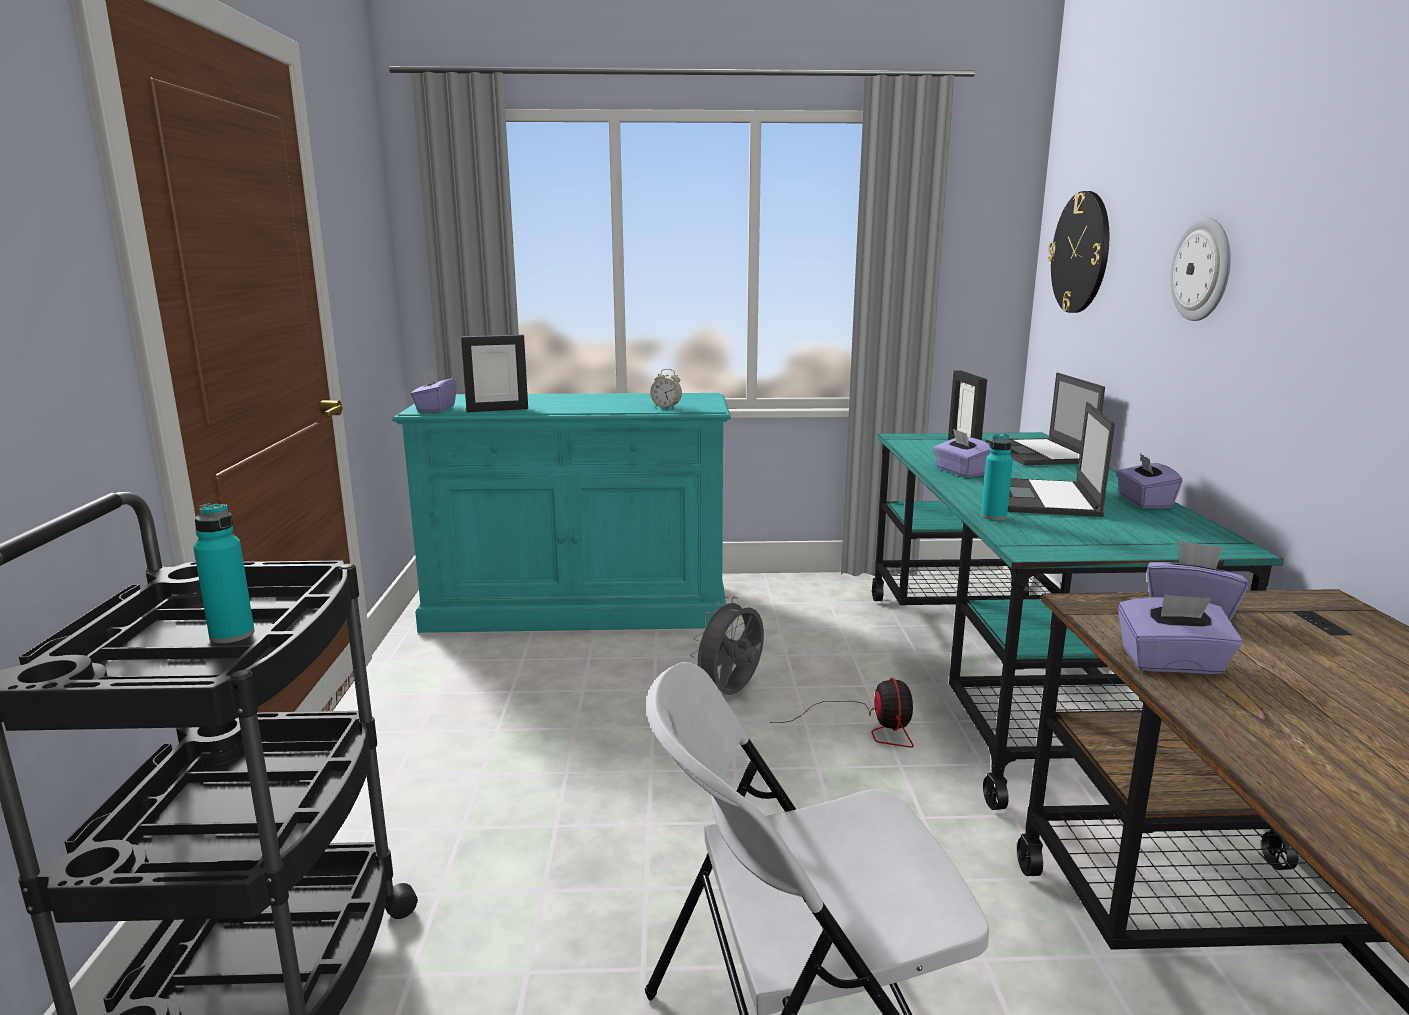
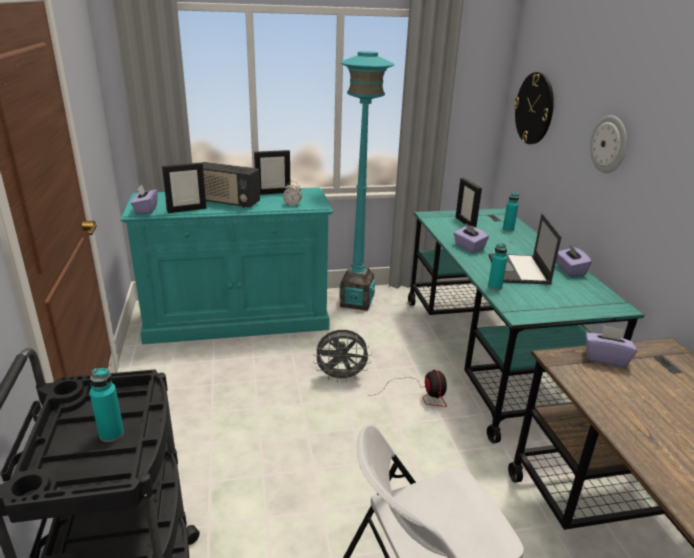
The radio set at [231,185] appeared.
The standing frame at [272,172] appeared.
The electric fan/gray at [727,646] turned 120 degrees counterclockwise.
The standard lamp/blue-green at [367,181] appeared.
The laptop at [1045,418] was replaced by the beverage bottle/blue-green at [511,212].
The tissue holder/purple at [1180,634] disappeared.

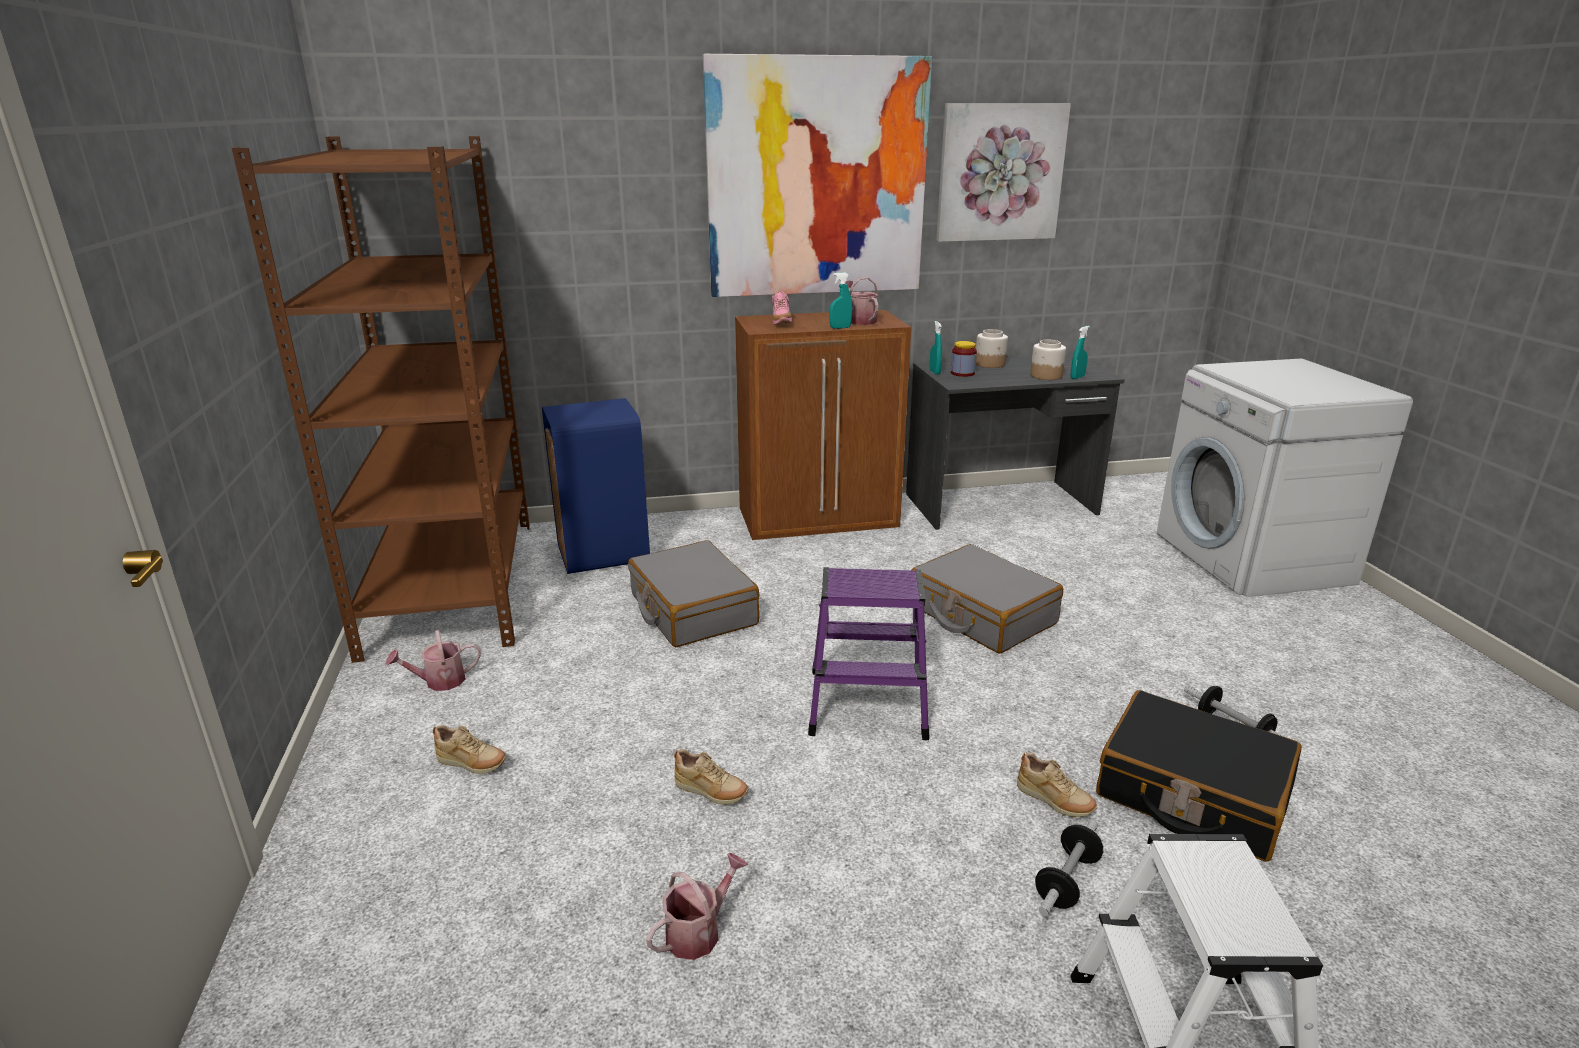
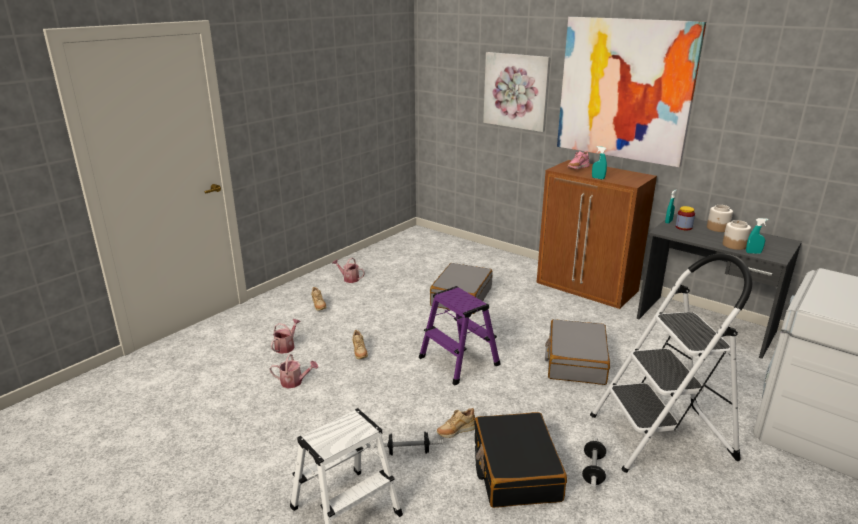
The watering can moved from [862,301] to [286,336].
The shoe/sand-coloured at [1057,784] turned 60 degrees clockwise.
The picture moved from [1003,172] to [517,92].
The step stool at [671,363] appeared.
The bookshelf/brownish at [381,399] disappeared.
The rubbish bin/blue-coloured at [596,486] disappeared.

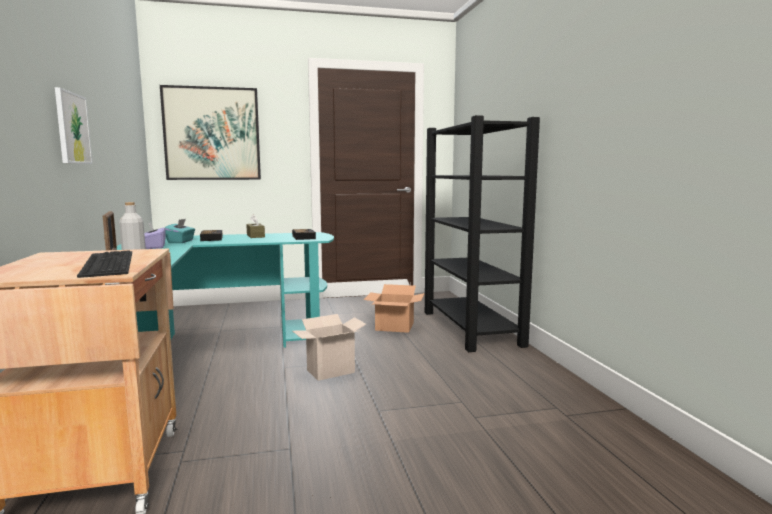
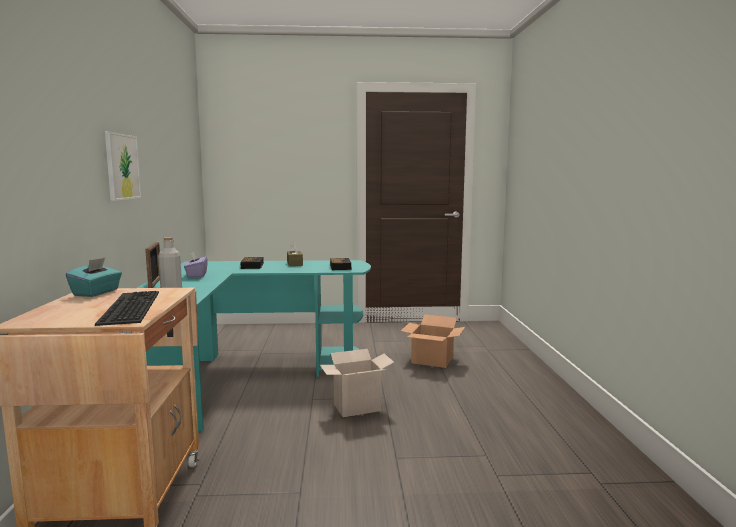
The tissue holder/blue-green moved from [180,231] to [94,277].
The picture at [210,132] disappeared.
The bookshelf/black-coloured at [482,233] disappeared.

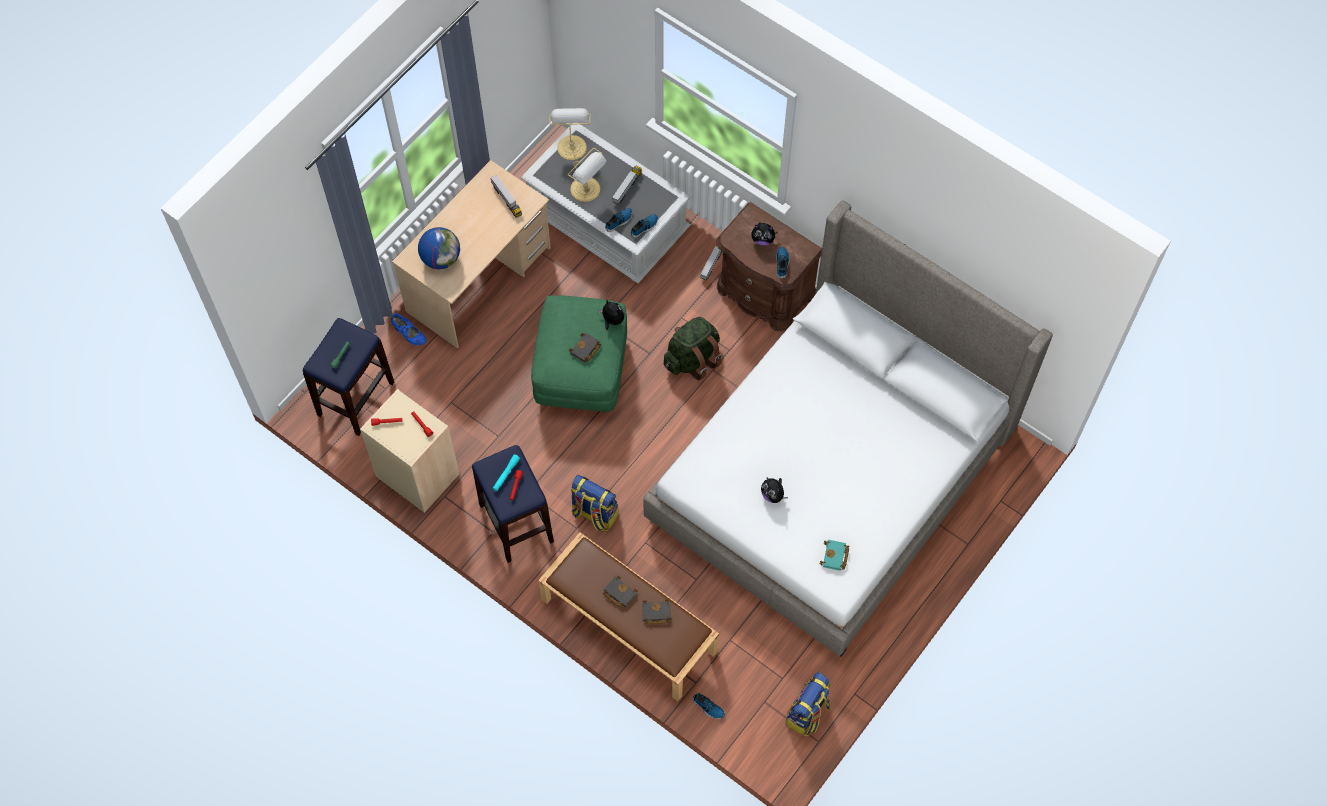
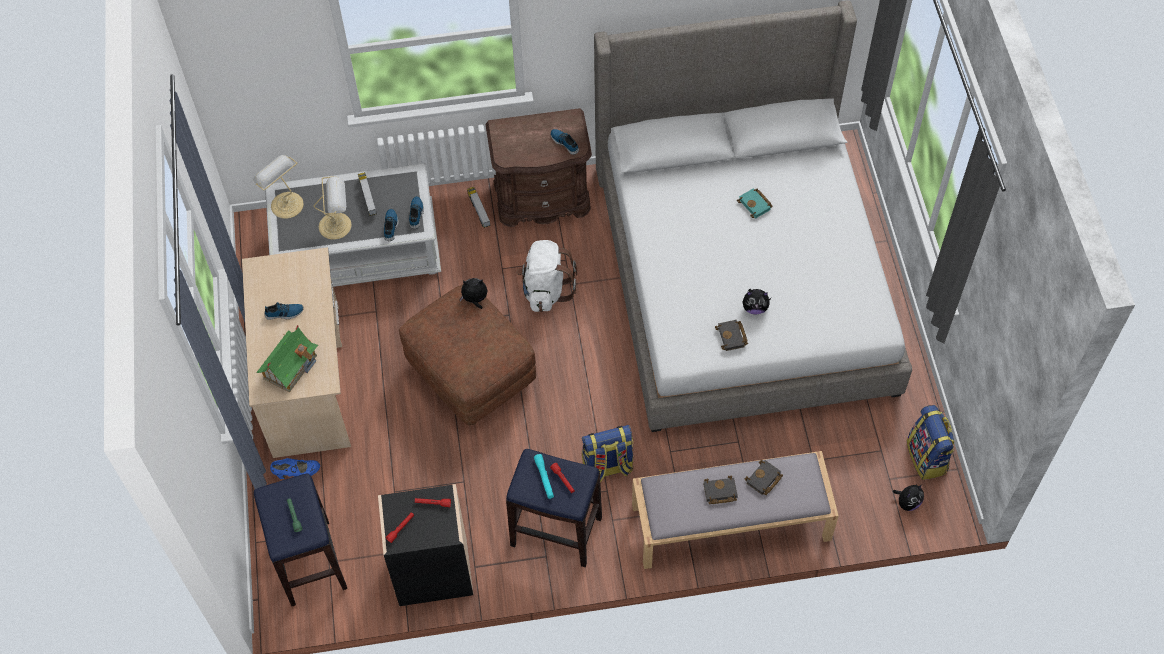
The world globe at [439,248] was replaced by the miniature house at [287,359].
The shoe moved from [709,706] to [284,311].
The bookshelf/sand-coloured at [410,451] became the bookshelf/black-coloured at [425,545].
The ottoman/green at [579,353] became the ottoman/brownish at [467,354].
The knapsack/green at [693,348] became the knapsack/white-coloured at [546,276].
The bench/brownish at [628,616] became the bench/gray at [735,510].
The bound book/black-coloured moved from [585,347] to [731,335].
The bound book/blue-green moved from [834,555] to [755,203].
The plush toy moved from [764,234] to [908,497].
The toy truck at [506,196] disappeared.

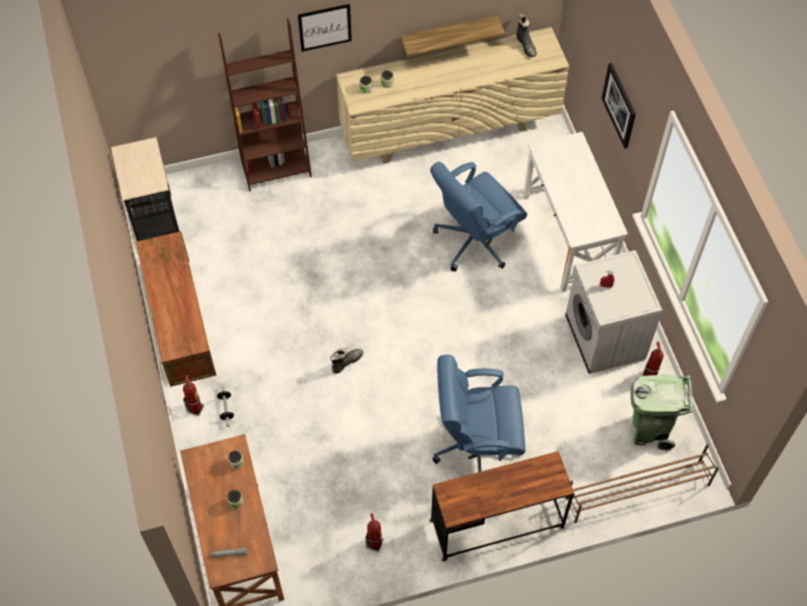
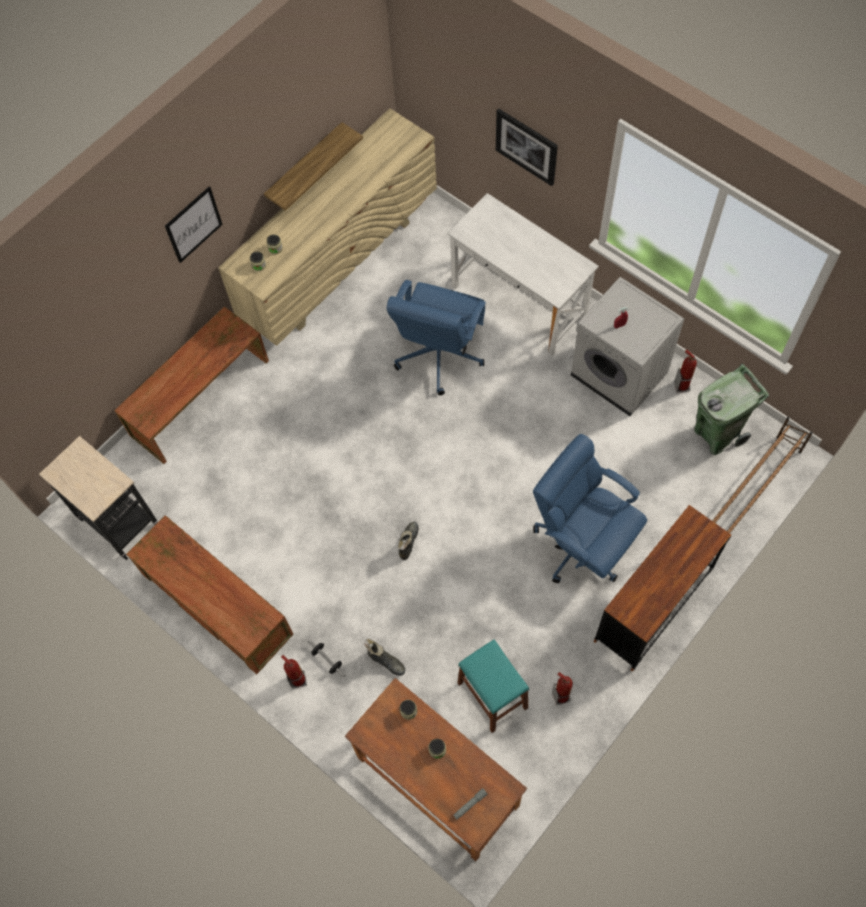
The bookshelf/brownish at [265,104] was replaced by the bench/brownish at [191,385].
The tall boot/black-coloured moved from [526,35] to [384,657].
The stool seat/blue-green at [493,686] appeared.
The computer chair/blue-coloured at [479,413] turned 75 degrees clockwise.

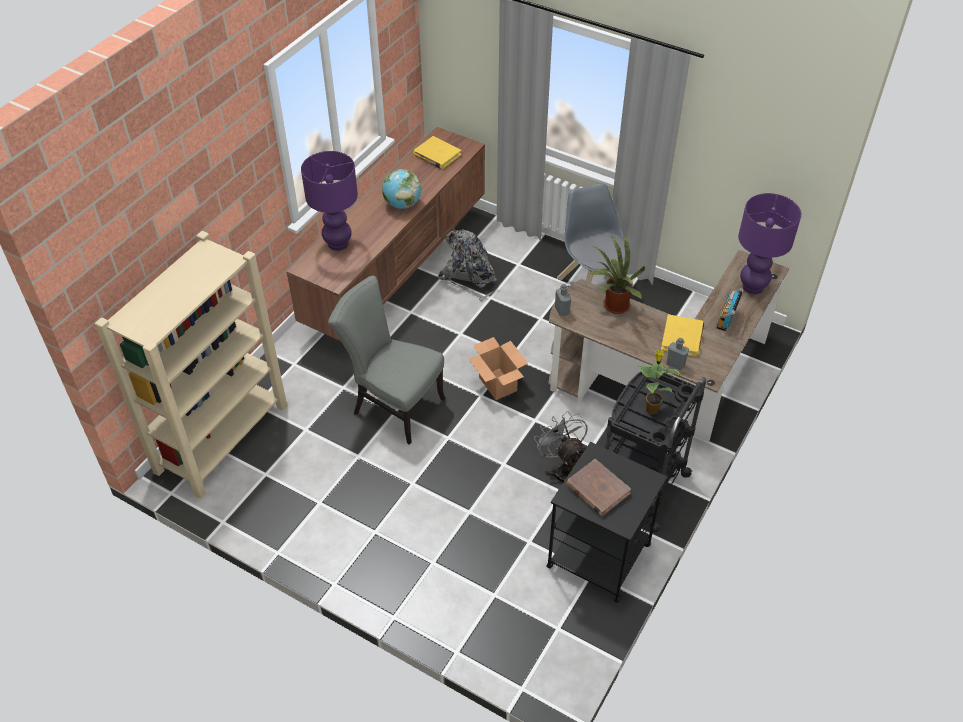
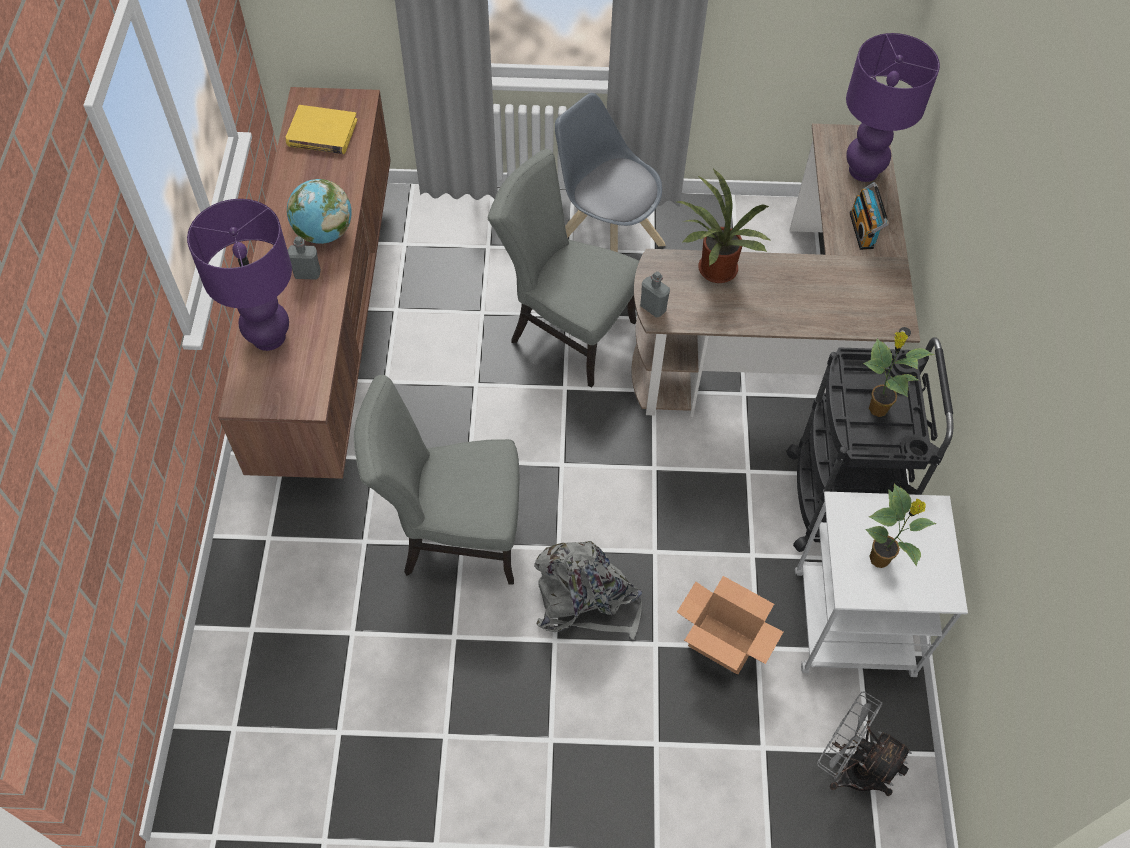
The beverage bottle/gray moved from [677,354] to [304,258].
The chair/gray at [563,268] appeared.
The knapsack/gray moved from [467,265] to [588,590].
The cardboard box moved from [498,368] to [730,625].
The cart/black-coloured at [606,522] became the cart/white-coloured at [881,584].
The electric fan/gray moved from [561,446] to [864,743].
The bound book/brownish at [598,487] was replaced by the potted plant at [900,526].
The bookshelf/sand-coloured at [191,365] disappeared.
The bound book/yellow-coloured at [682,335] disappeared.

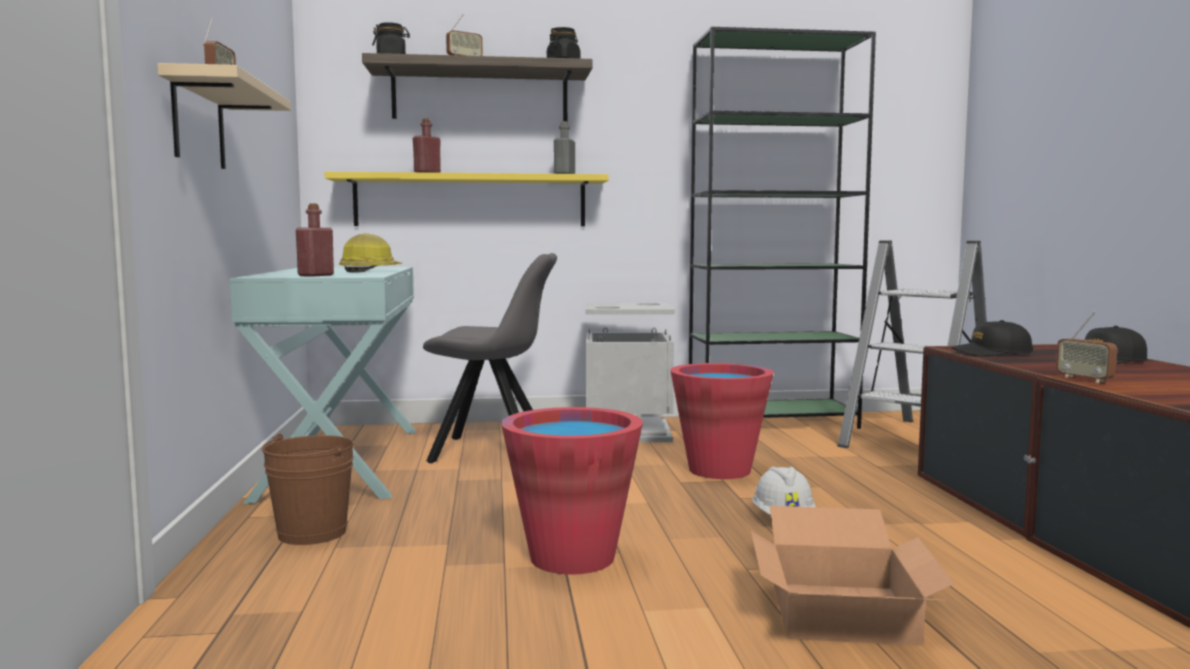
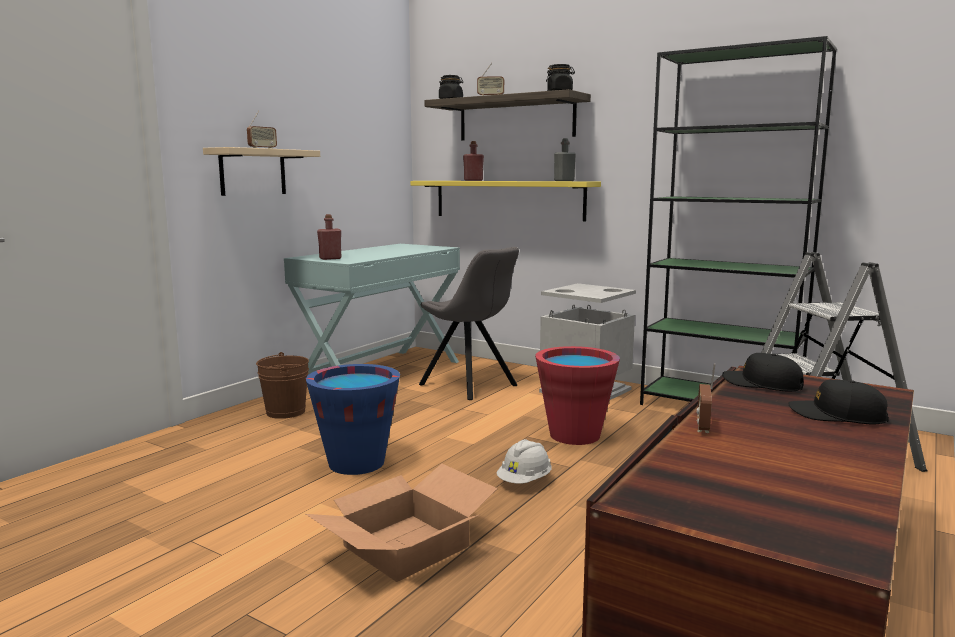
The pail/reddish at [572,491] became the pail/blue-coloured at [353,419].
The work helmet at [370,253] disappeared.

